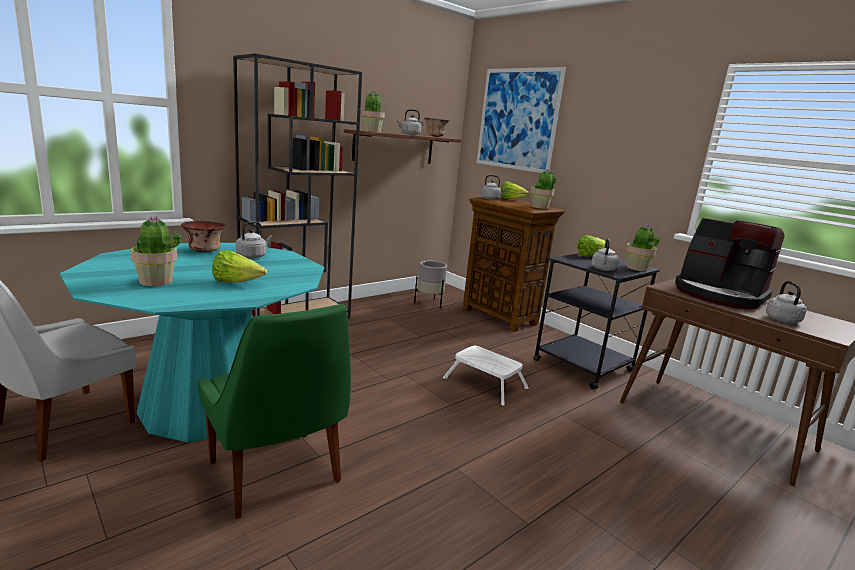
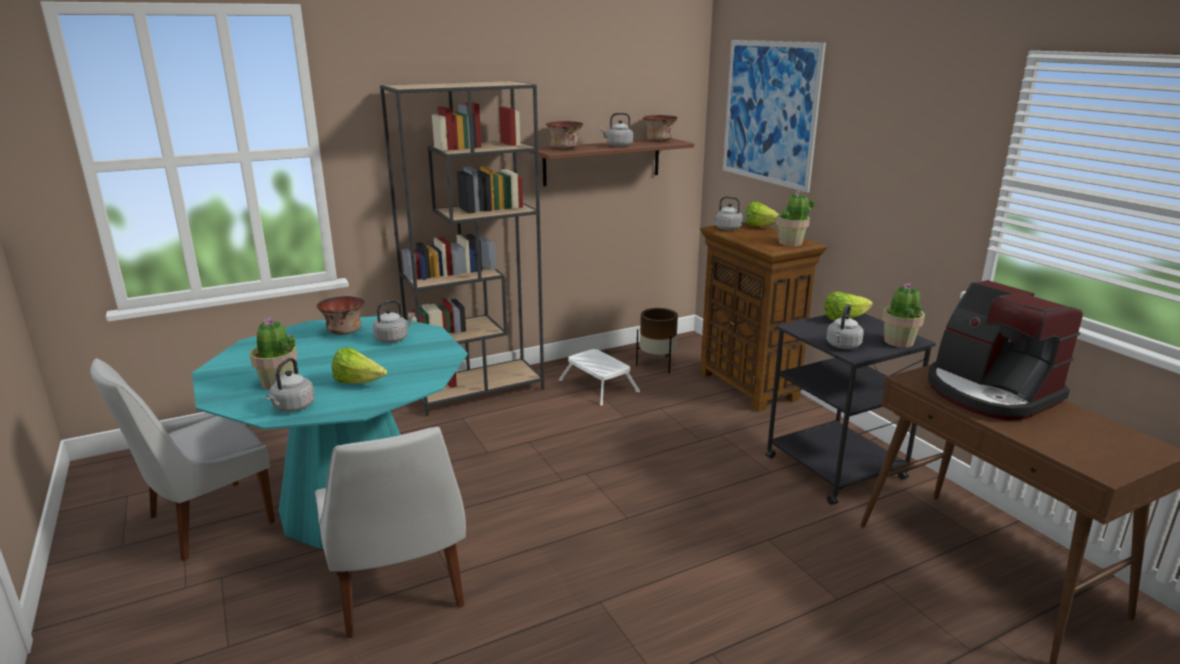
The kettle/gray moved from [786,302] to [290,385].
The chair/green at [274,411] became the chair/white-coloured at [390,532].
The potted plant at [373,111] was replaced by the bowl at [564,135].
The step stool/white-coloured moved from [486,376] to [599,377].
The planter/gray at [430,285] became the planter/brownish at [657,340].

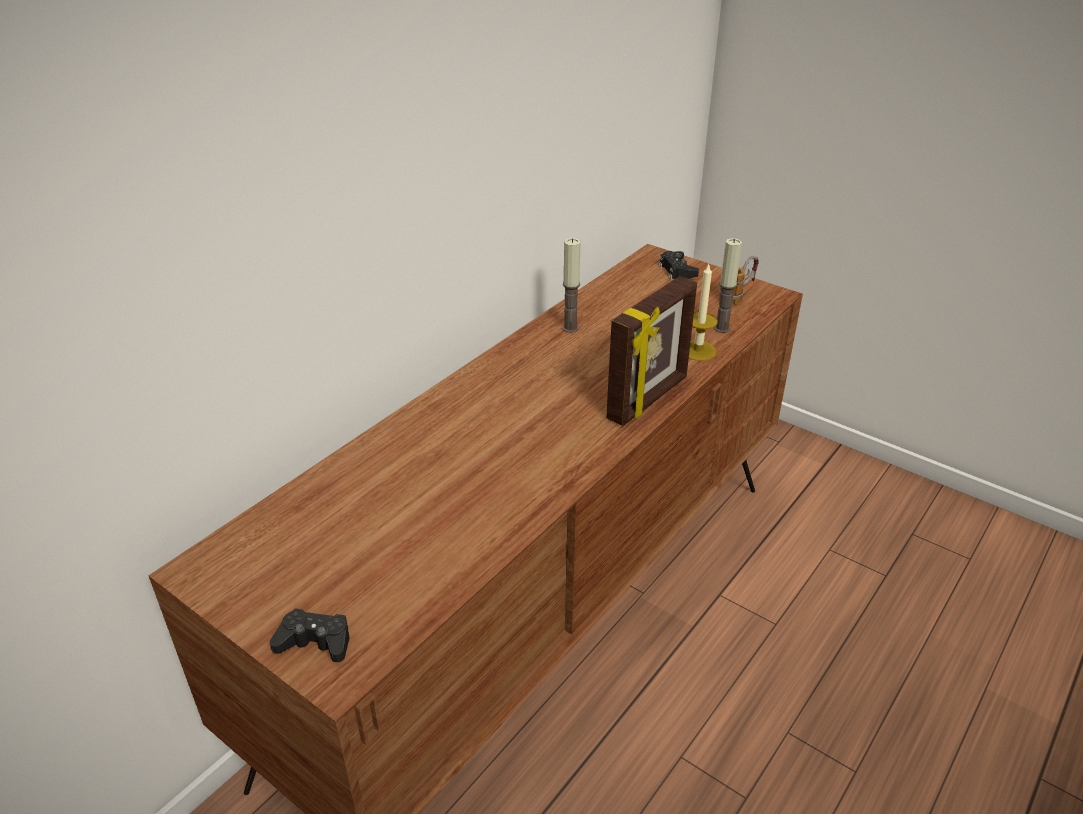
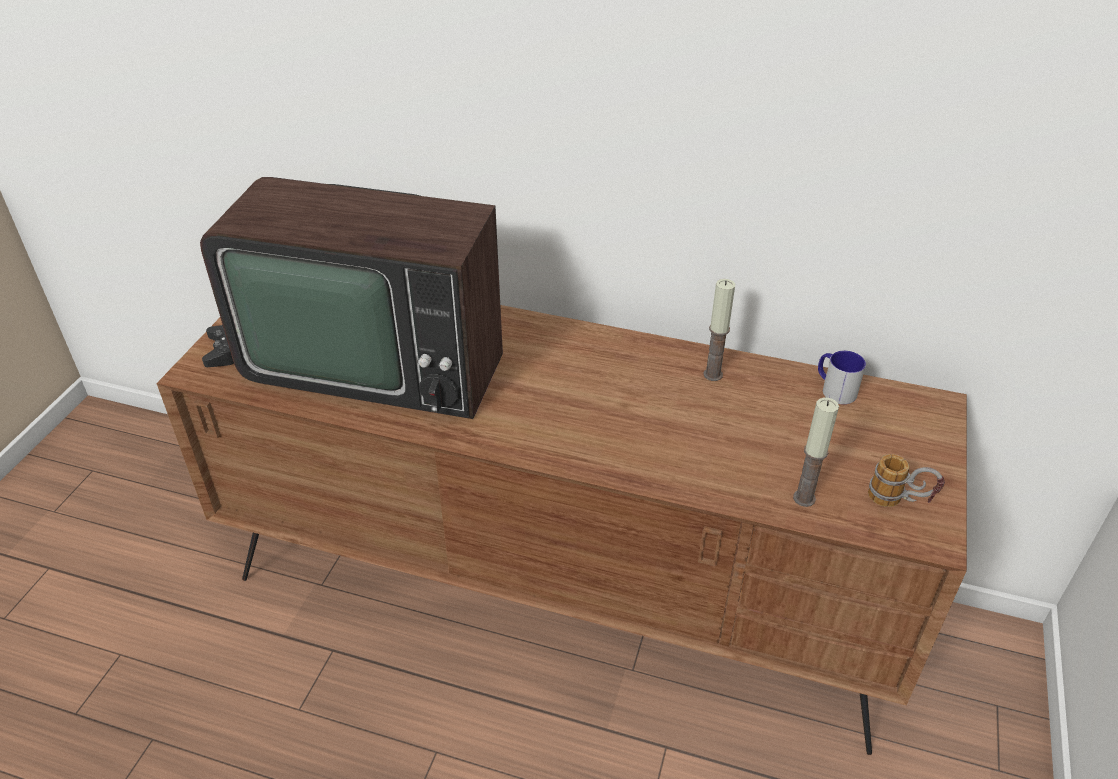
The TV at [351,298] appeared.
The tea mug at [842,377] appeared.
The standing frame at [651,351] disappeared.
The game controller/black-coloured at [679,265] disappeared.
The wax candle at [703,312] disappeared.

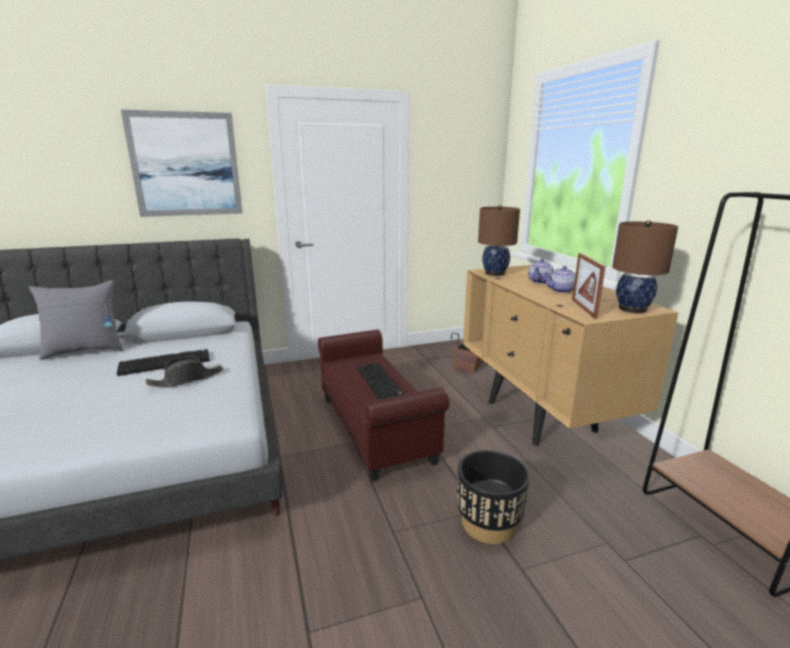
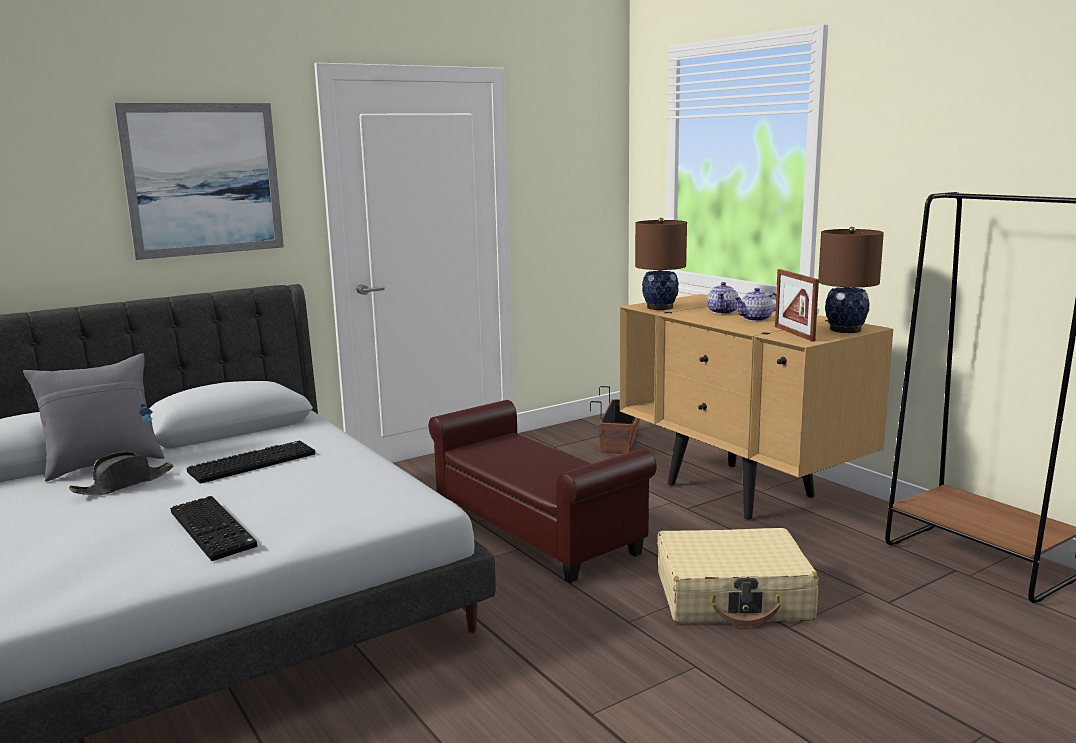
The wearable hat/black-coloured moved from [184,372] to [121,474].
The computer keyboard moved from [381,381] to [213,528].
The planter/black-coloured at [493,497] was replaced by the piece of luggage/sand-coloured at [738,577].

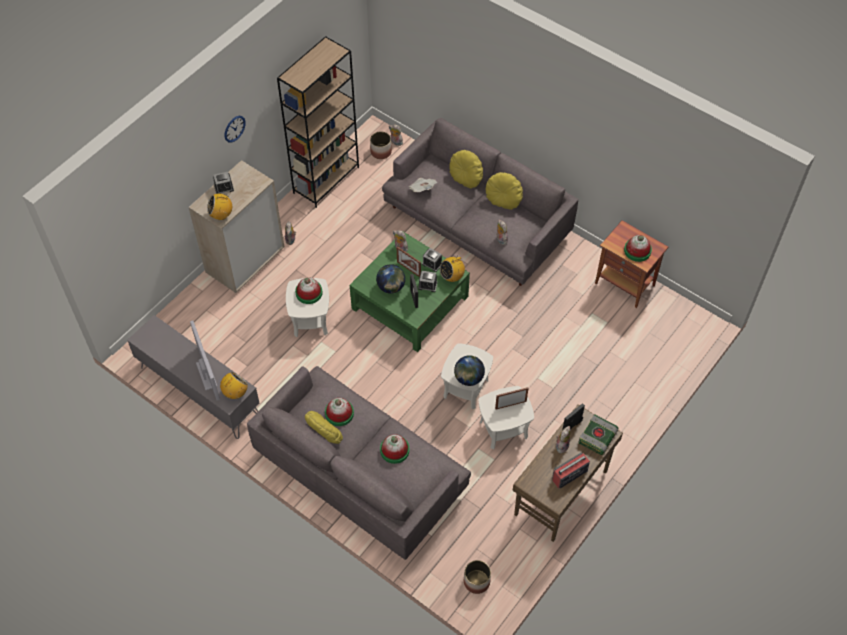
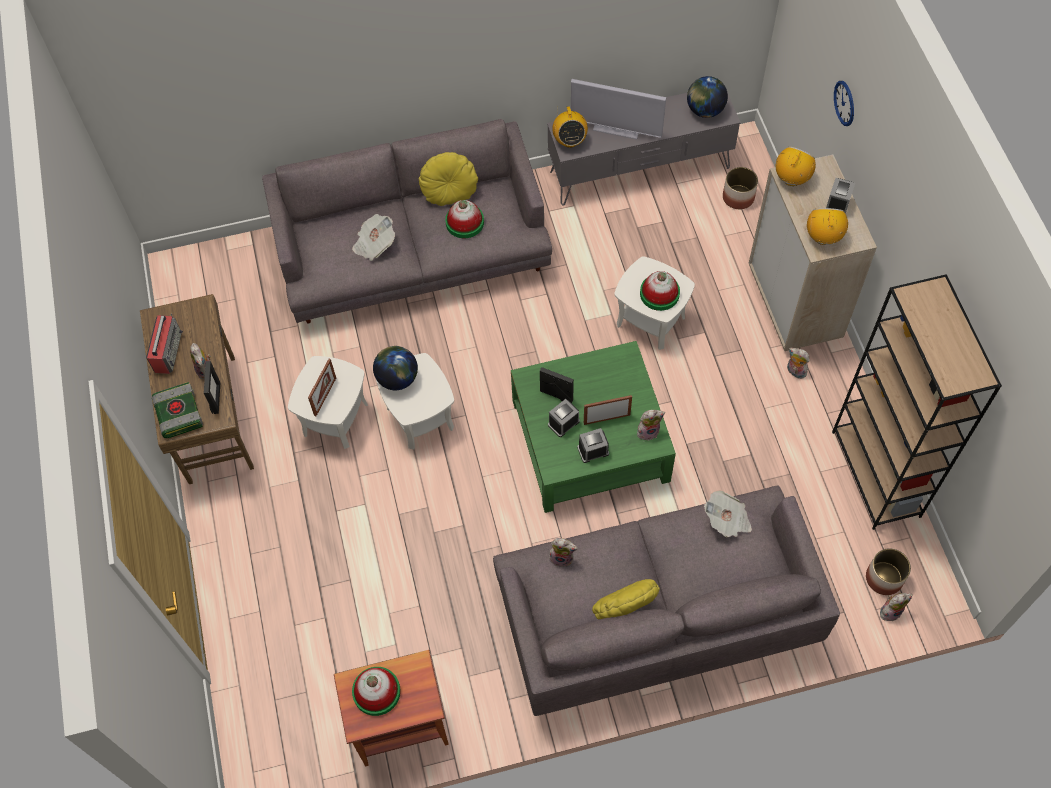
The wearable hat at [394,449] was replaced by the newspaper at [373,237].
The world globe moved from [390,279] to [707,97].
The planter moved from [477,577] to [740,188].
The radio set moved from [452,269] to [827,226].
The hanging clock moved from [235,129] to [844,103].
The throw pillow/yellow-coloured at [466,169] disappeared.

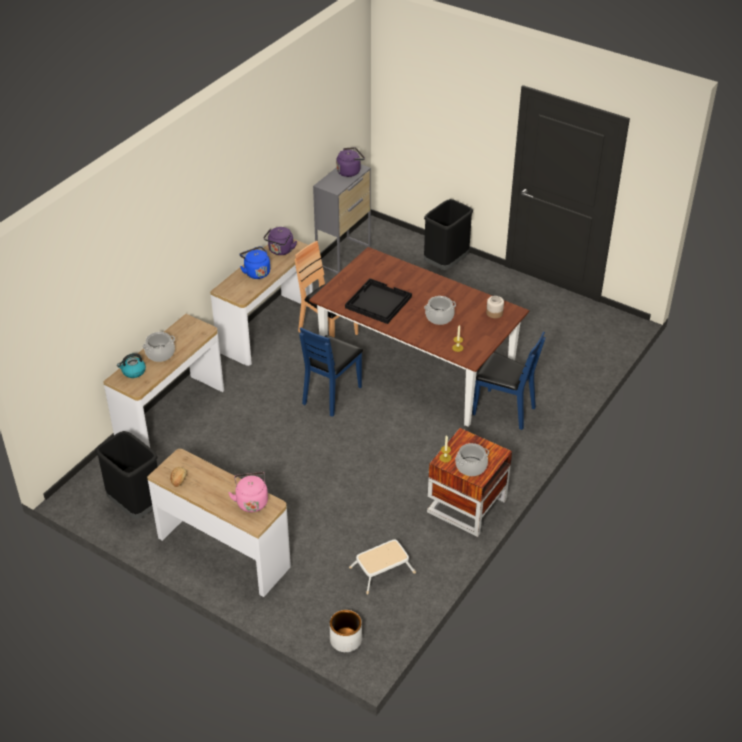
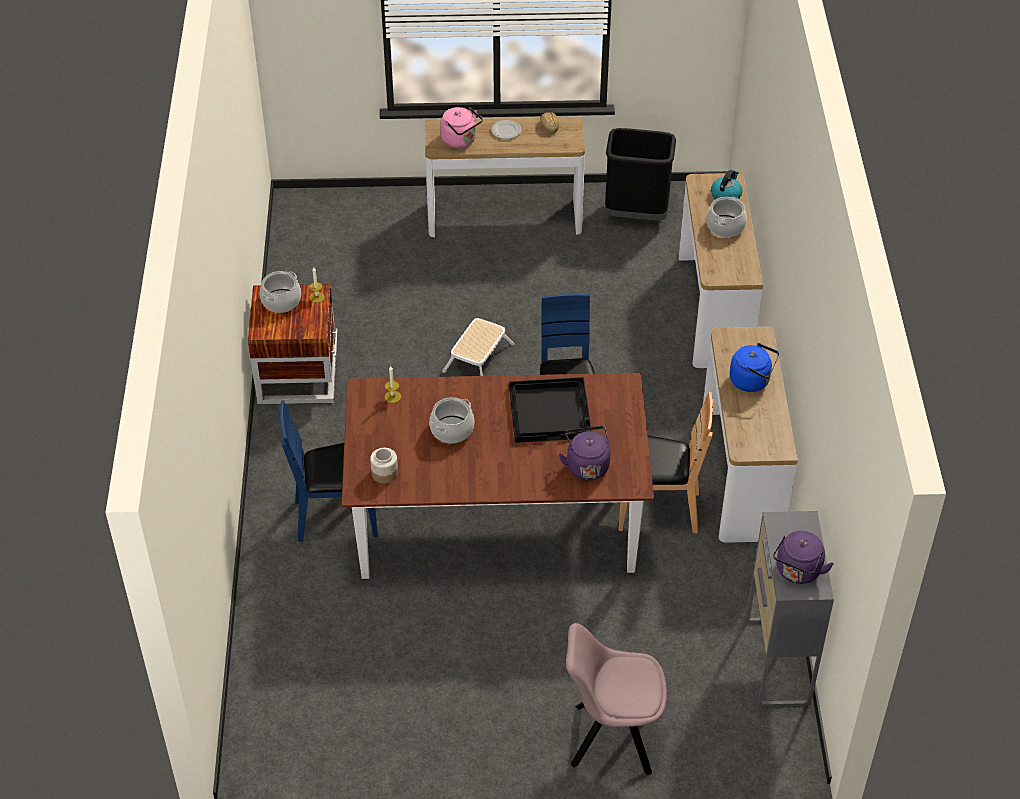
The step stool/sand-coloured moved from [382,566] to [478,347].
The dinner plate at [506,129] appeared.
The kettle/purple moved from [280,241] to [585,453].
The rubbish bin/black-coloured at [448,234] was replaced by the chair/pinkish at [616,699].
The planter/white-coloured at [345,631] disappeared.

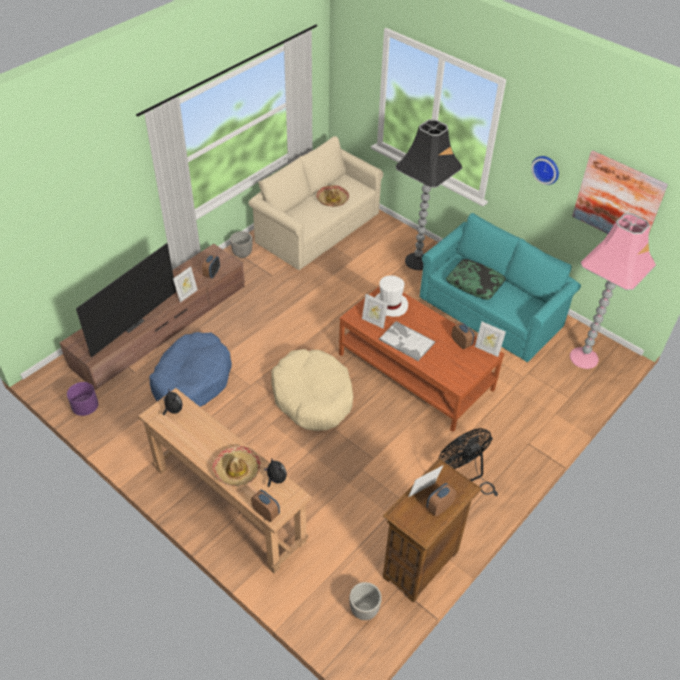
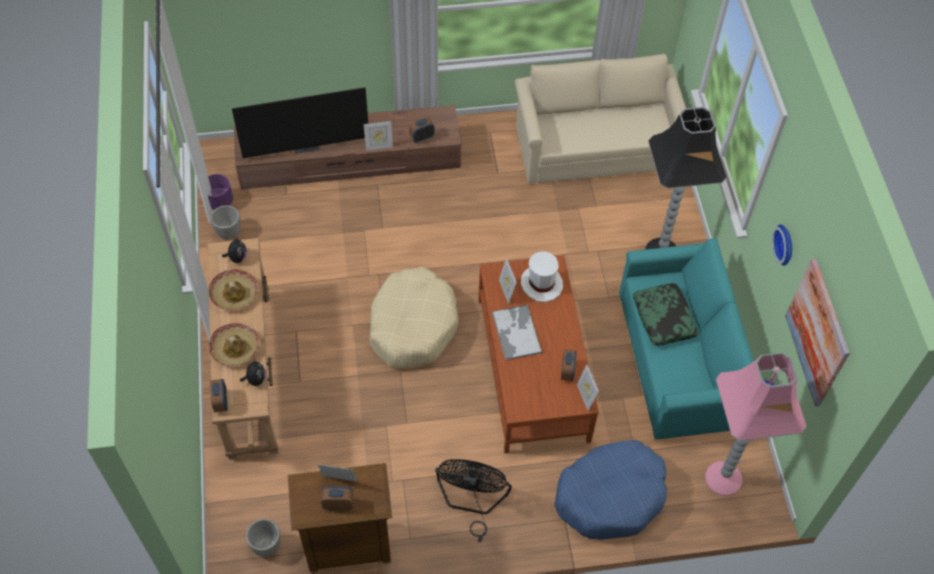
The wearable hat moved from [332,196] to [233,289].
The planter moved from [241,244] to [226,222].
The dog bed/blue-coloured moved from [190,369] to [610,490].

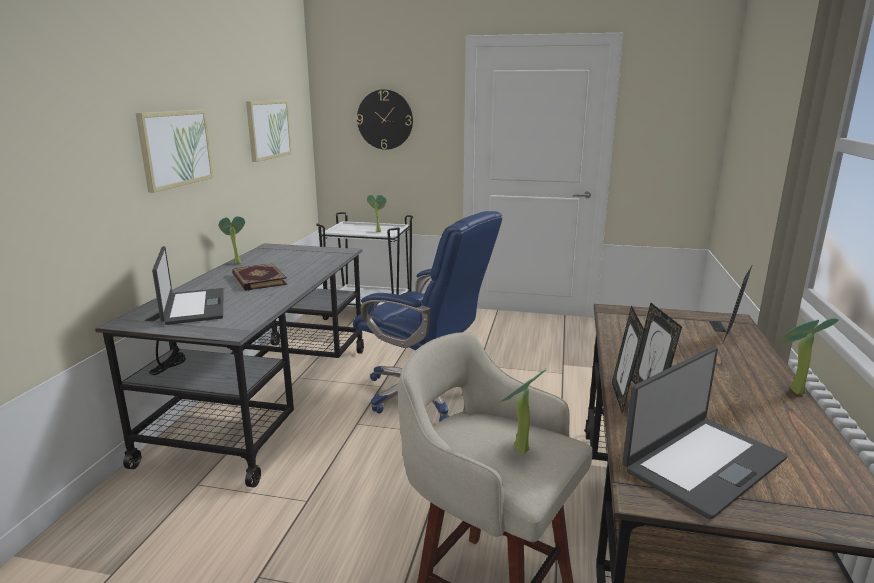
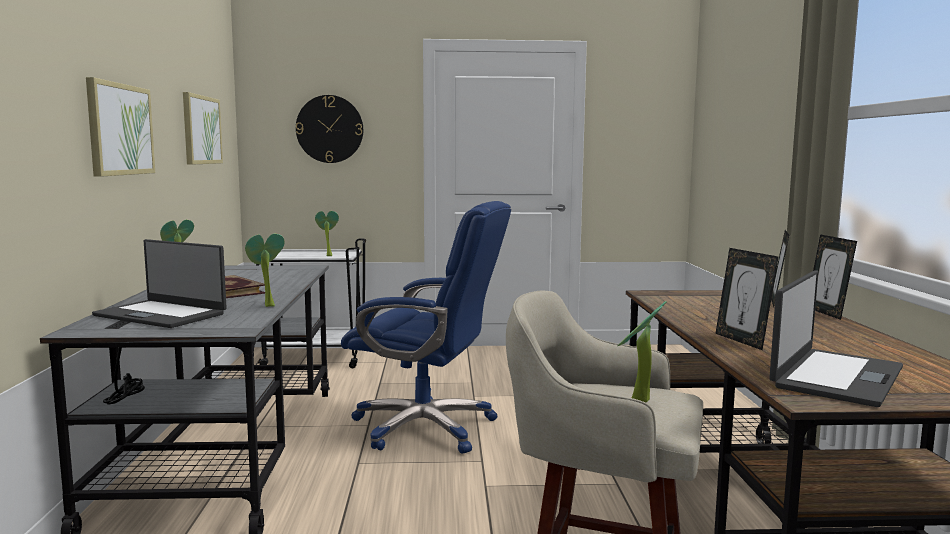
The laptop at [188,285] turned 150 degrees clockwise.
The potted plant moved from [810,356] to [265,270].
The standing frame moved from [628,359] to [835,277].

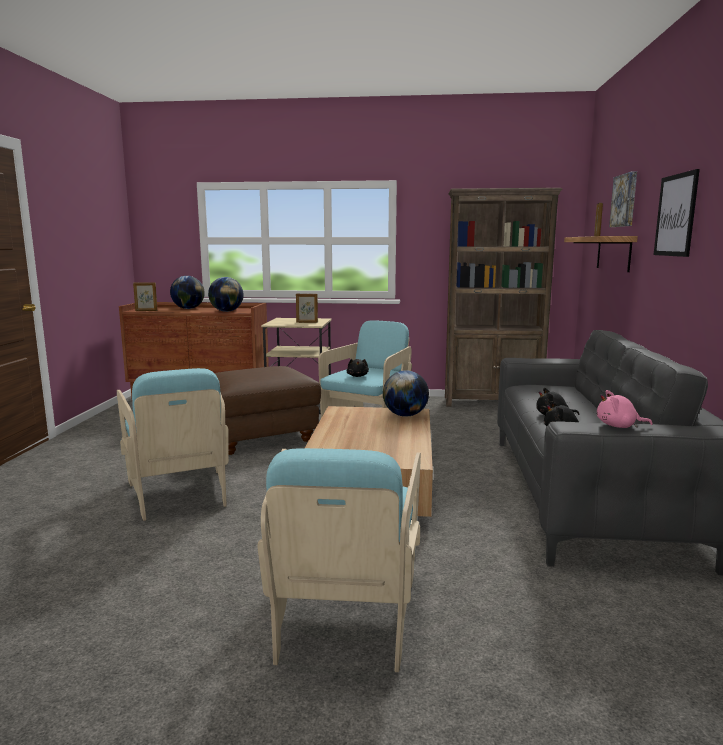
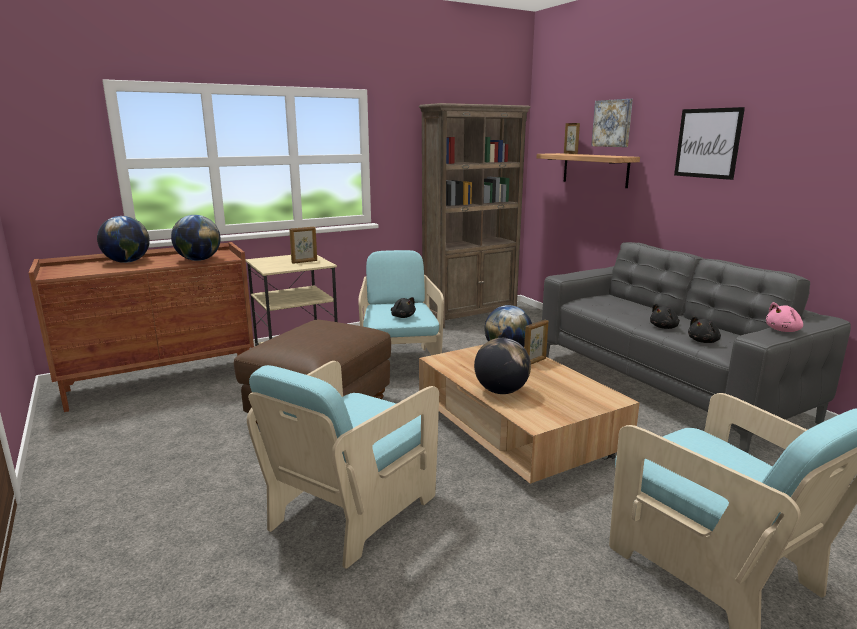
The easy chair/blue-green at [173,444] turned 90 degrees clockwise.
The world globe at [502,366] appeared.
The standing frame moved from [145,296] to [536,342].

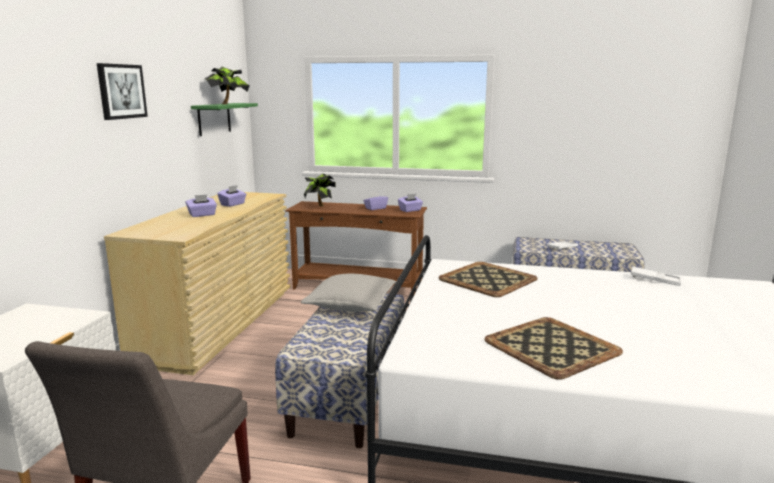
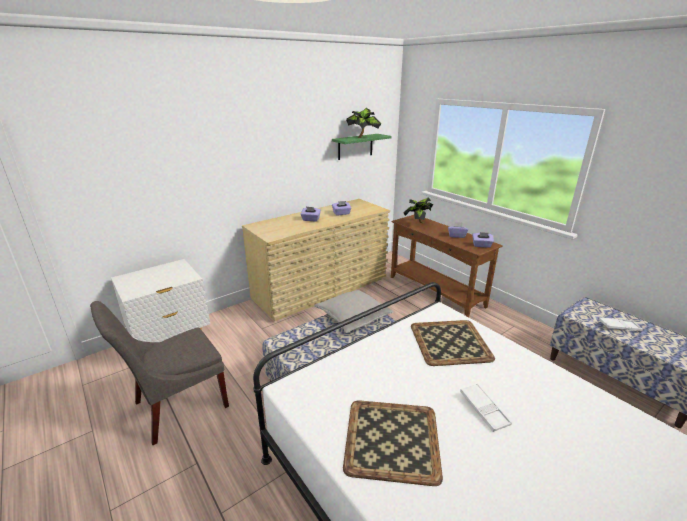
The serving tray/white-coloured moved from [656,276] to [486,407].
The picture at [122,91] disappeared.

